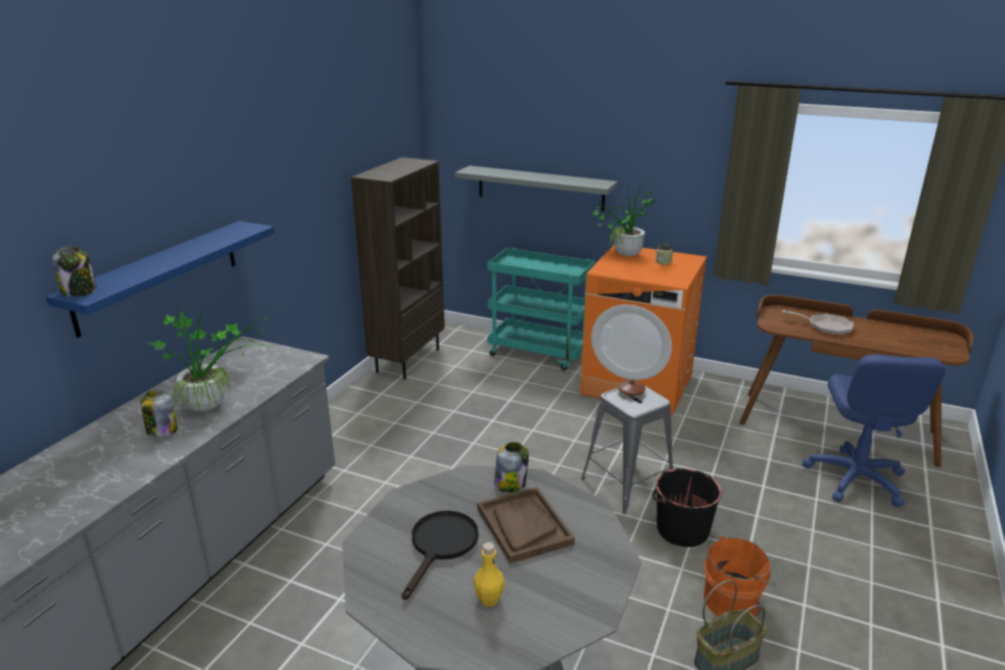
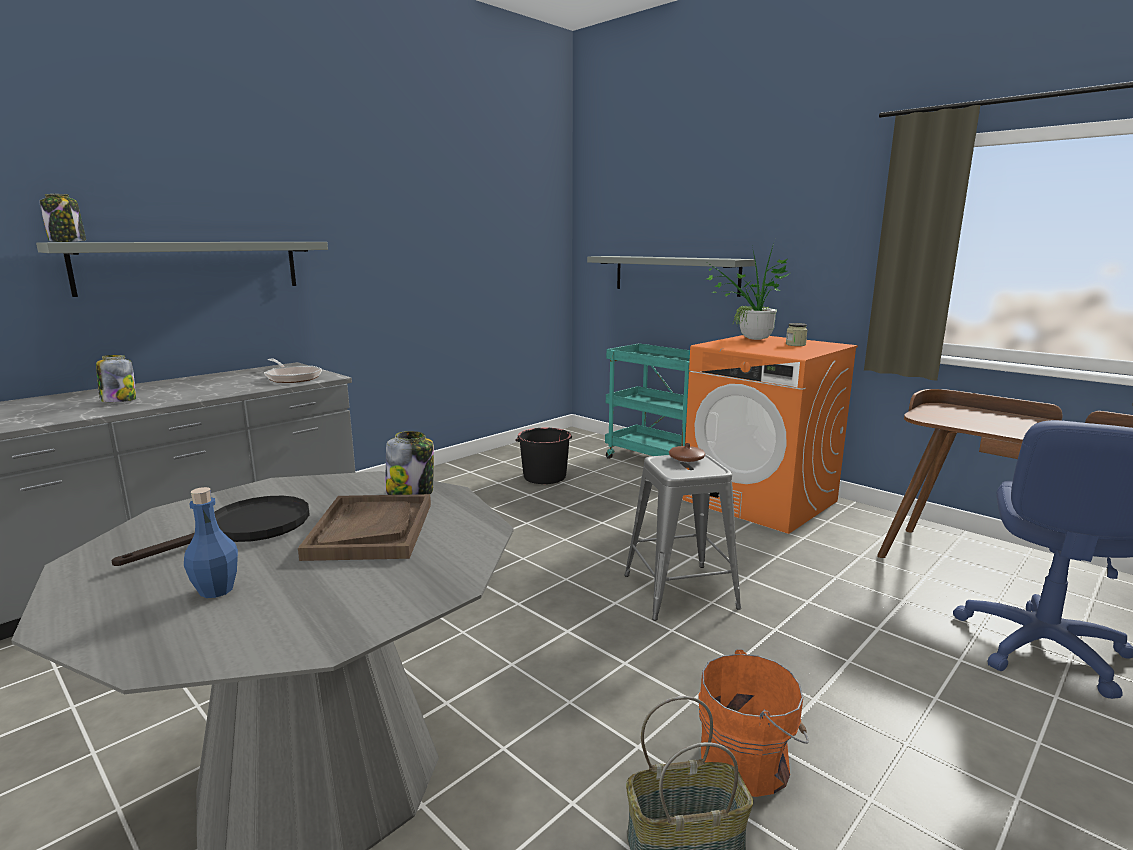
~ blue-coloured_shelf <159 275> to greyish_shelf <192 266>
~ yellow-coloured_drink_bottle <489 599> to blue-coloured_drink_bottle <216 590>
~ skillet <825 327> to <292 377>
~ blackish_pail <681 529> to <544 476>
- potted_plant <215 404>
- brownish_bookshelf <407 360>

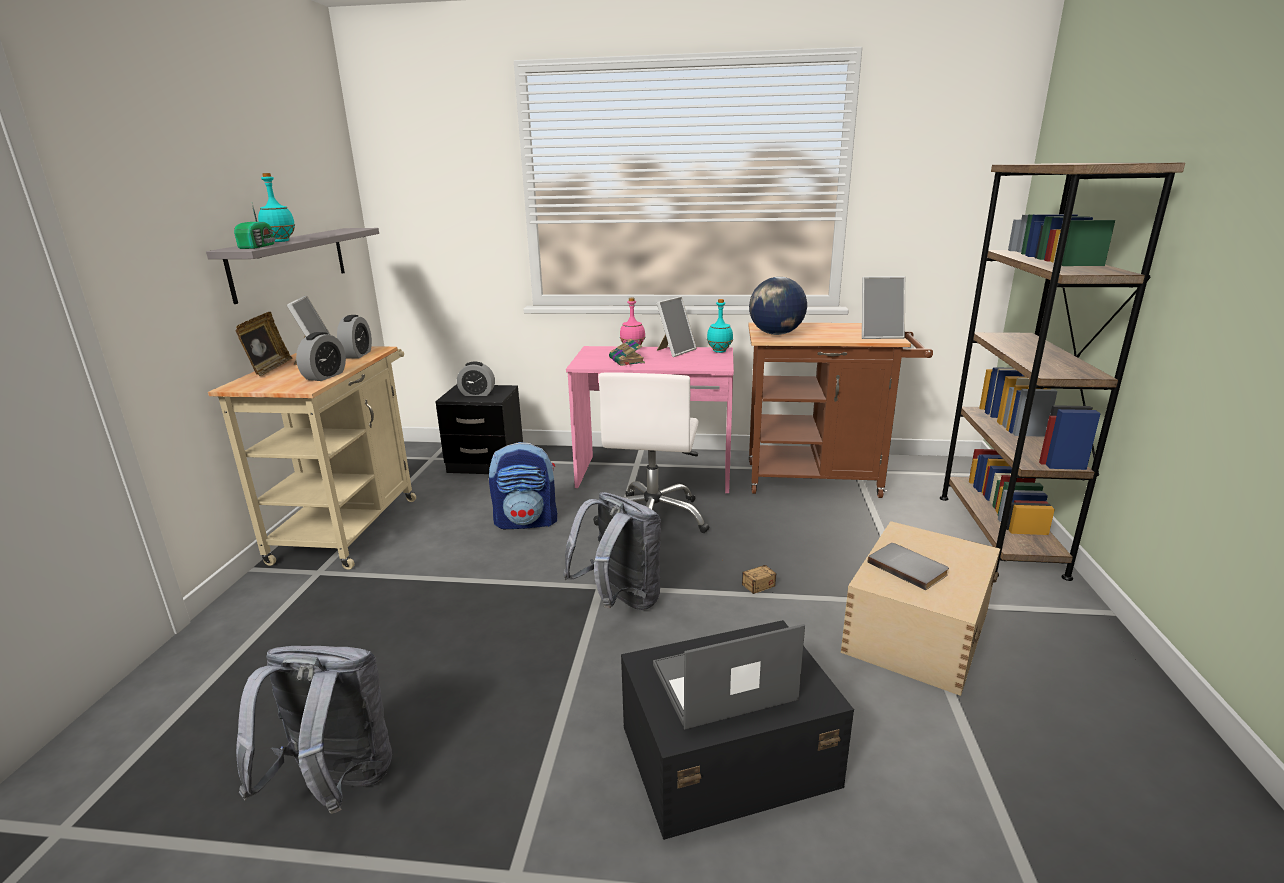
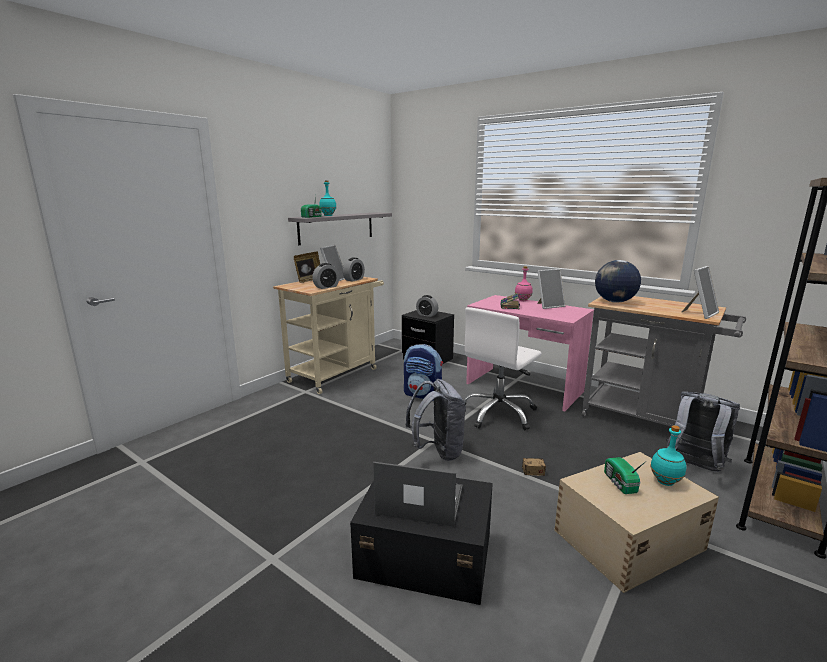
~ brownish_trolley <822 479> to greyish_trolley <646 420>
~ greyish_bound_book <908 567> to radio_set <620 483>
~ turquoise_drink_bottle <719 351> to <664 482>
~ greyish_backpack <336 785> to <694 467>
~ photo_frame <879 335> = <699 314> 75 degrees counterclockwise

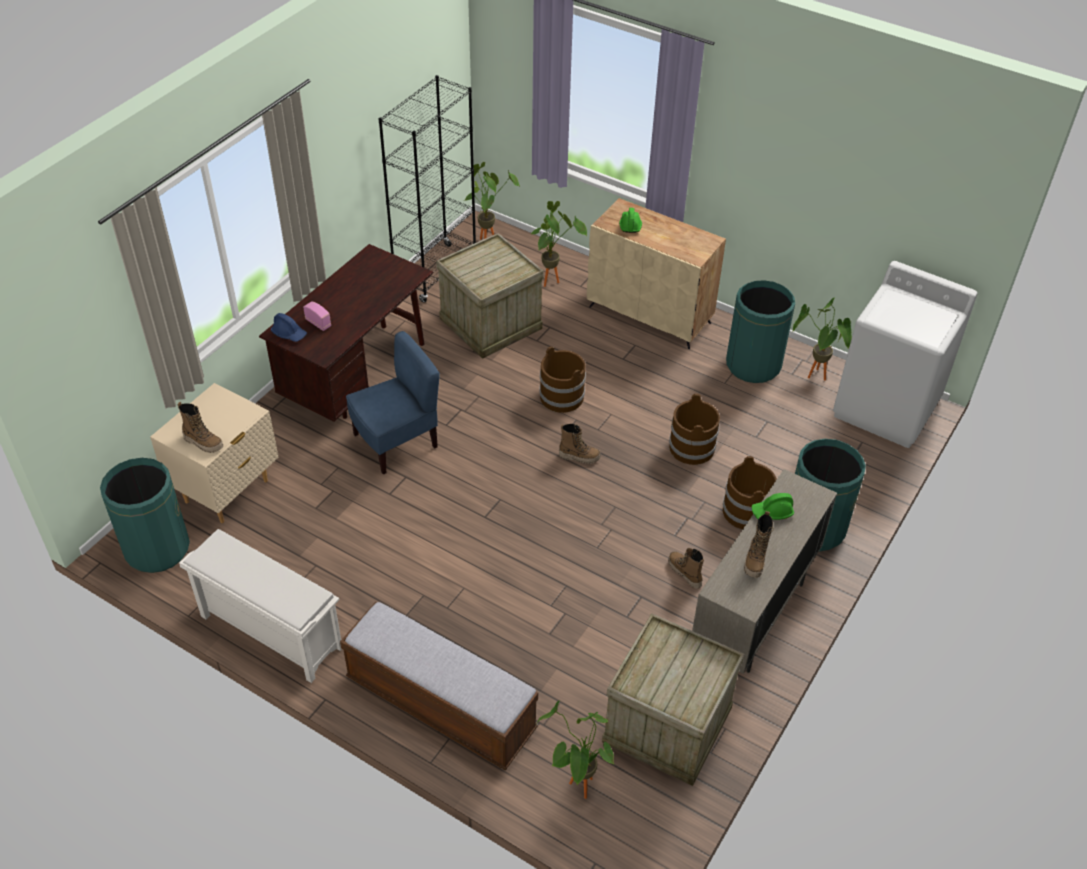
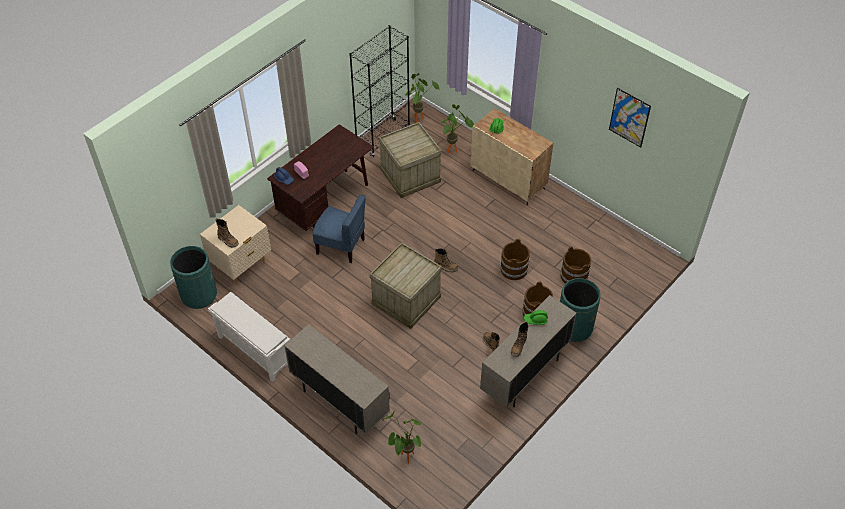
~ long_seat <440 705> to beige_cupboard <340 402>
~ blue-coloured_chair <396 442> = <341 246> 45 degrees clockwise
~ crate <665 725> to <405 300>
~ brownish_pail <562 397> to <574 276>
+ wall_picture <629 117>
- greenish_waste_bin <753 365>
- potted_plant <815 378>
- white_laundry_appliance <886 408>

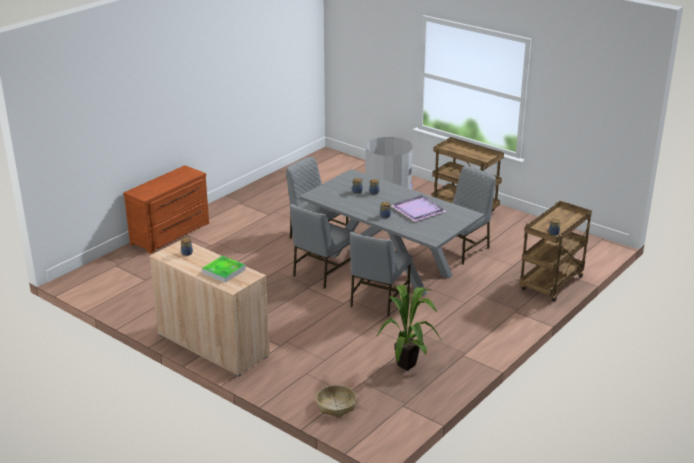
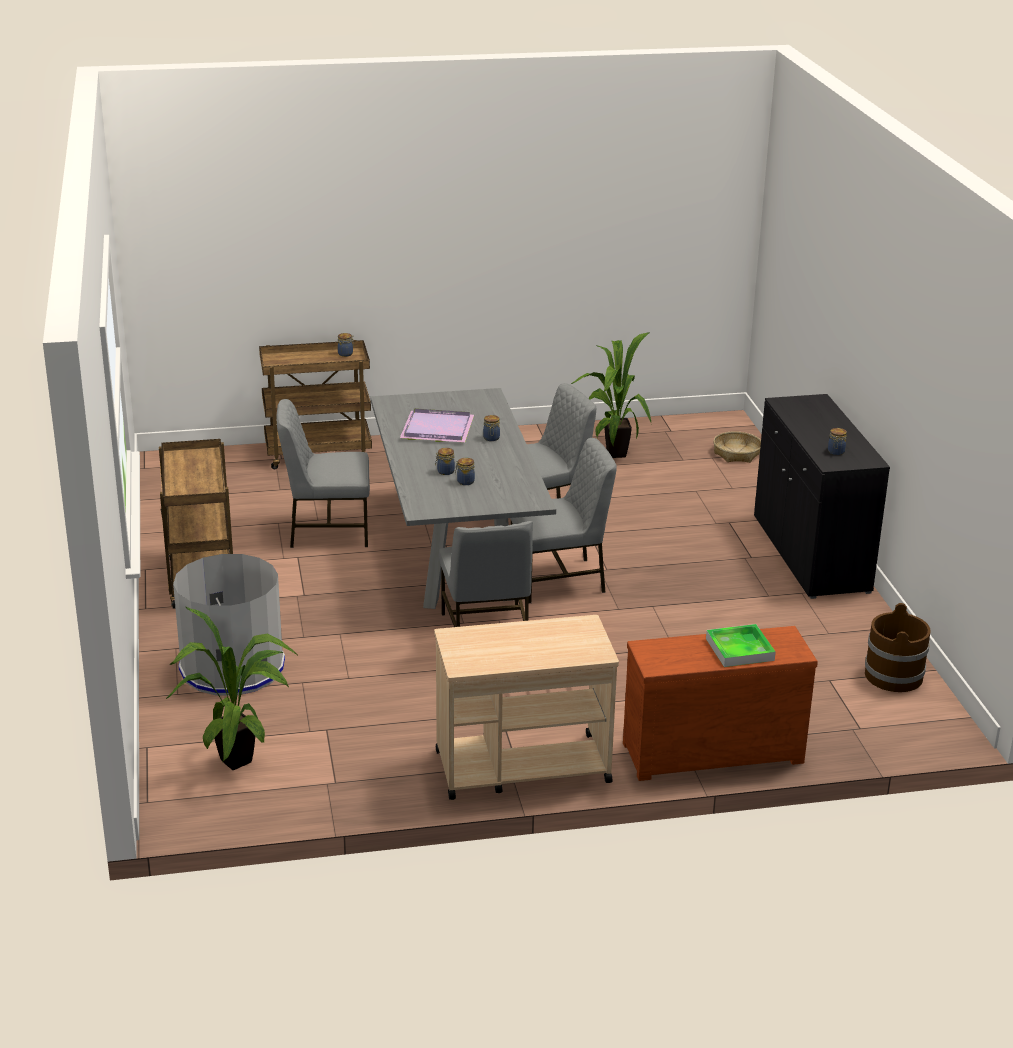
+ potted_plant <239 765>
+ beige_trolley <521 766>
~ serving_tray <223 271> to <739 649>
~ beige_cupboard <213 345> to blackish_cupboard <810 554>
+ brownish_pail <893 675>

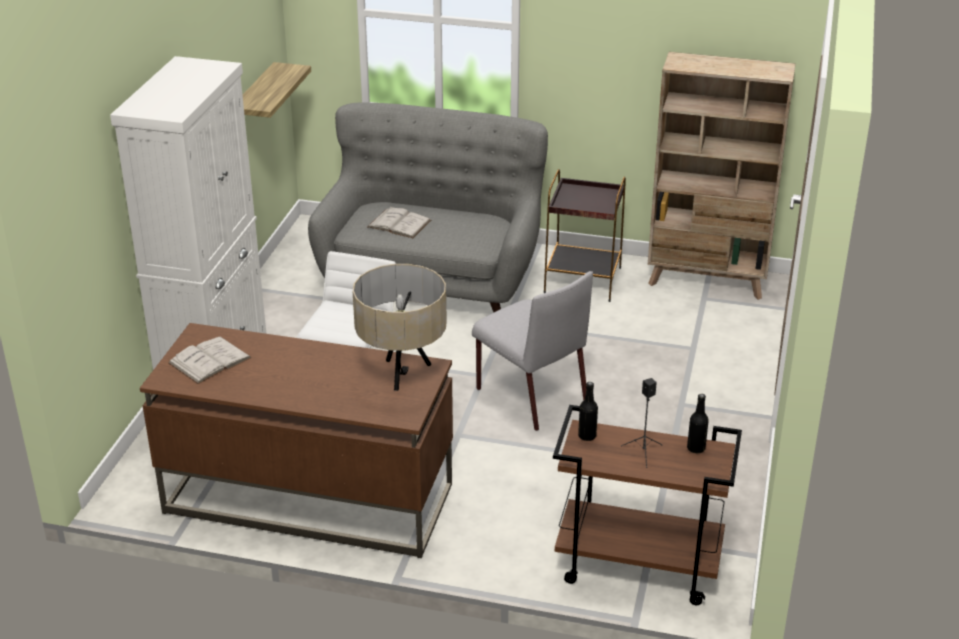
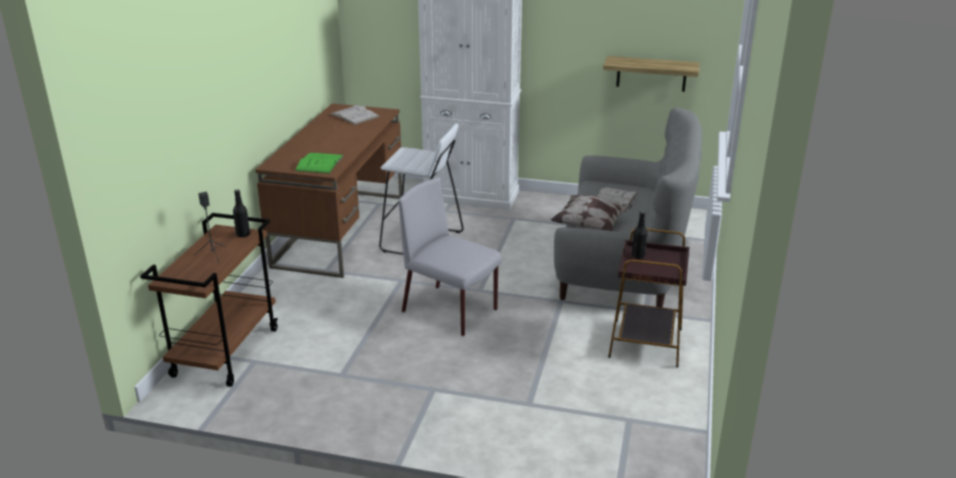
~ beige_tabletop_lamp <402 375> to greenish_bound_book <319 163>
~ greyish_chair <530 395> = <451 311> 75 degrees clockwise
+ pillow <591 226>
~ blackish_drink_bottle <696 448> to <638 256>
- beige_bookshelf <707 281>

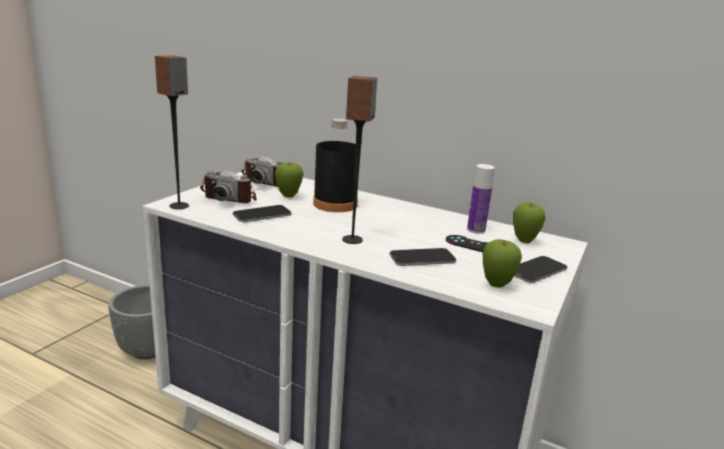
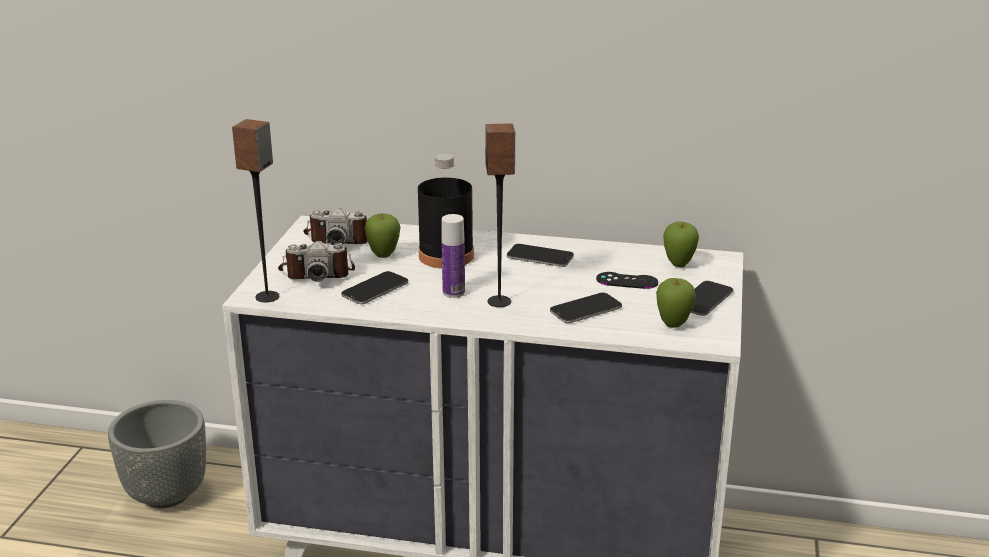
~ drink_bottle <476 230> to <453 292>
+ telephone <540 257>

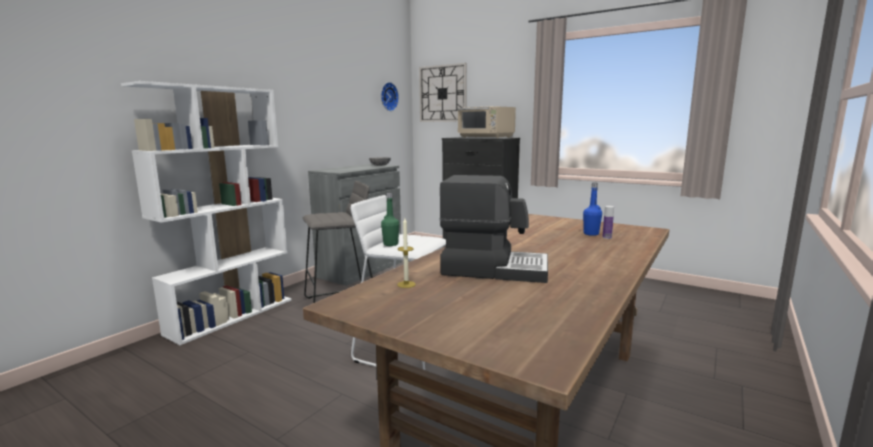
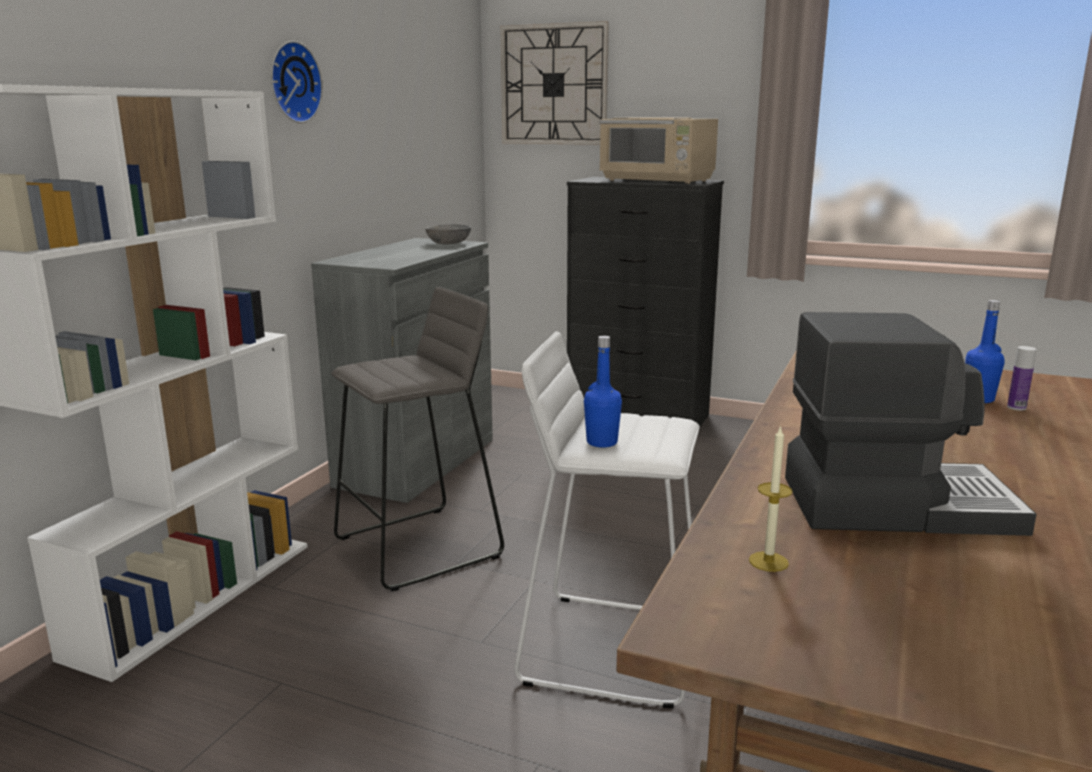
~ clock_on_the_wall <388 96> to <292 82>
~ greenish_drink_bottle <390 244> to blue-coloured_drink_bottle <602 442>

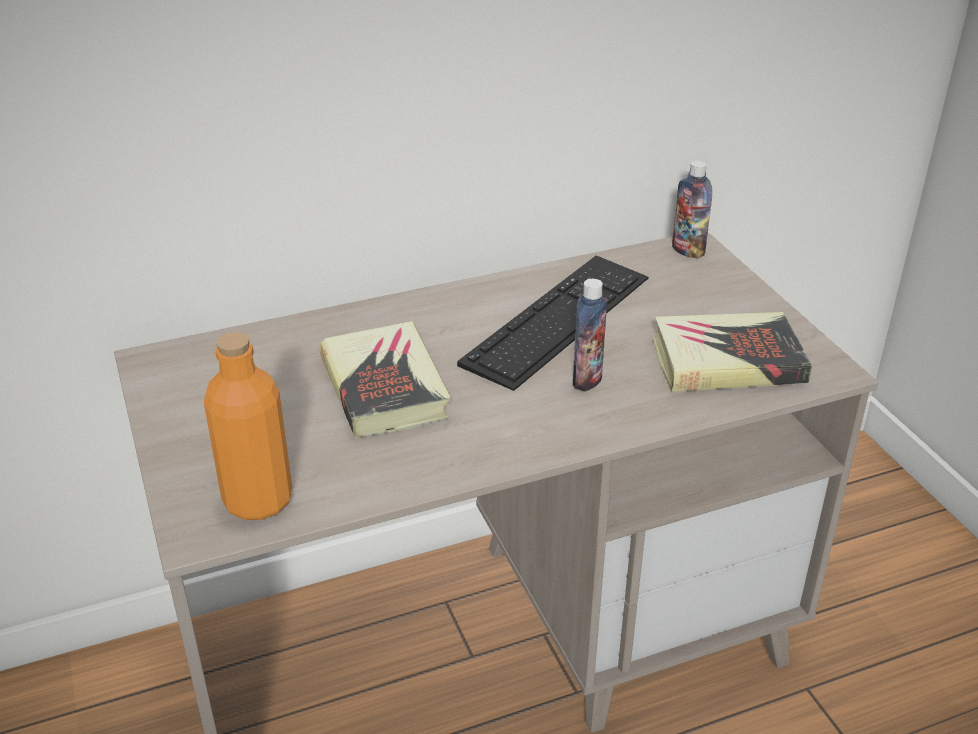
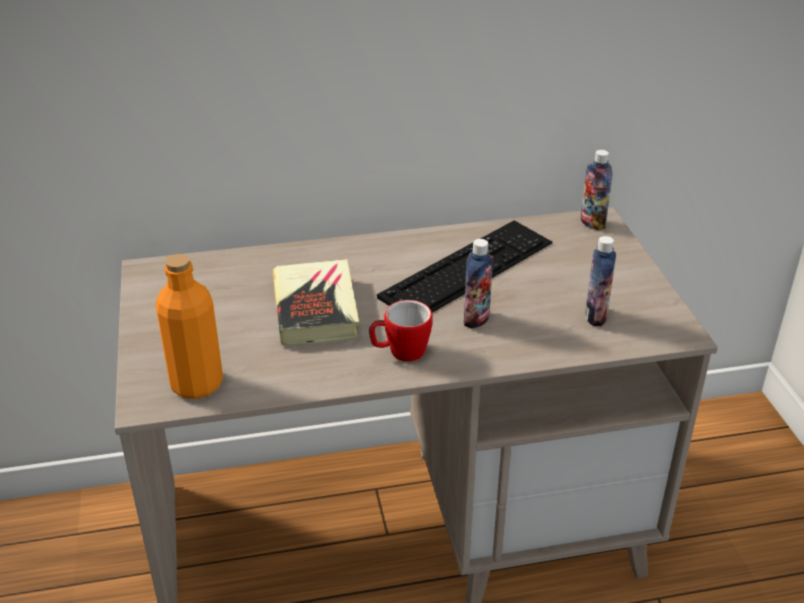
+ mug <400 352>
~ bound_book <727 361> to drink_bottle <595 316>

